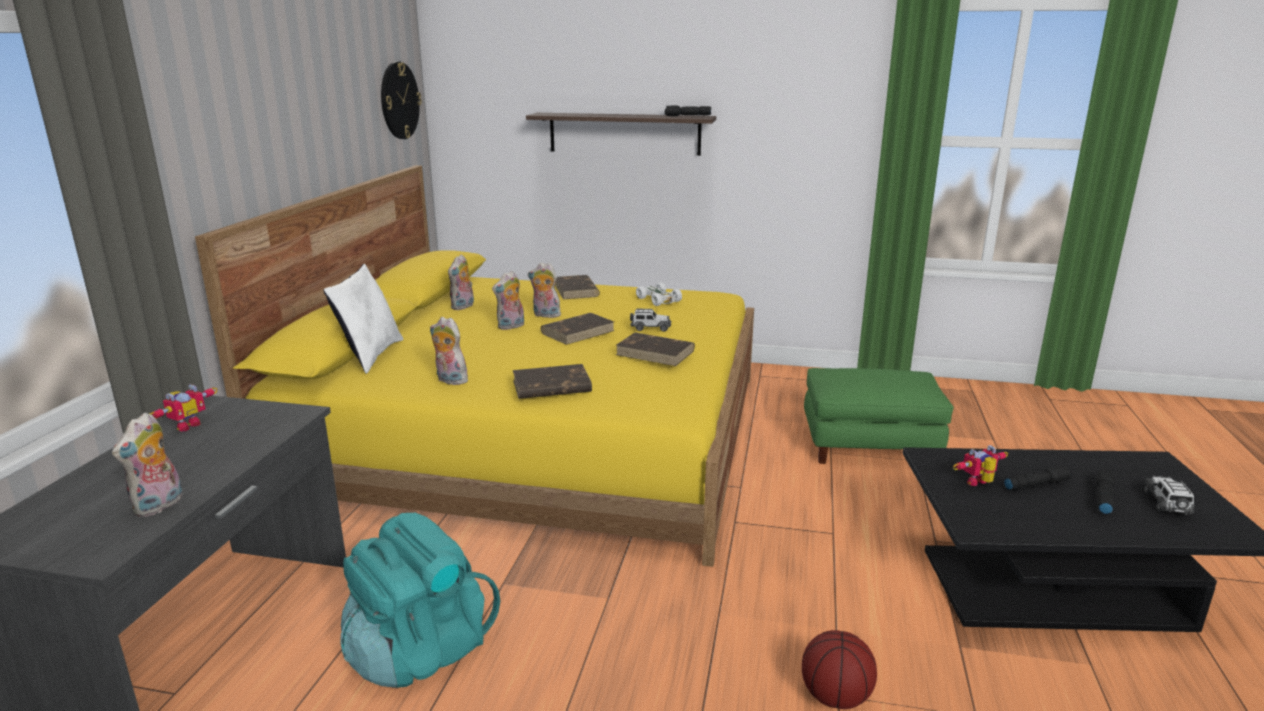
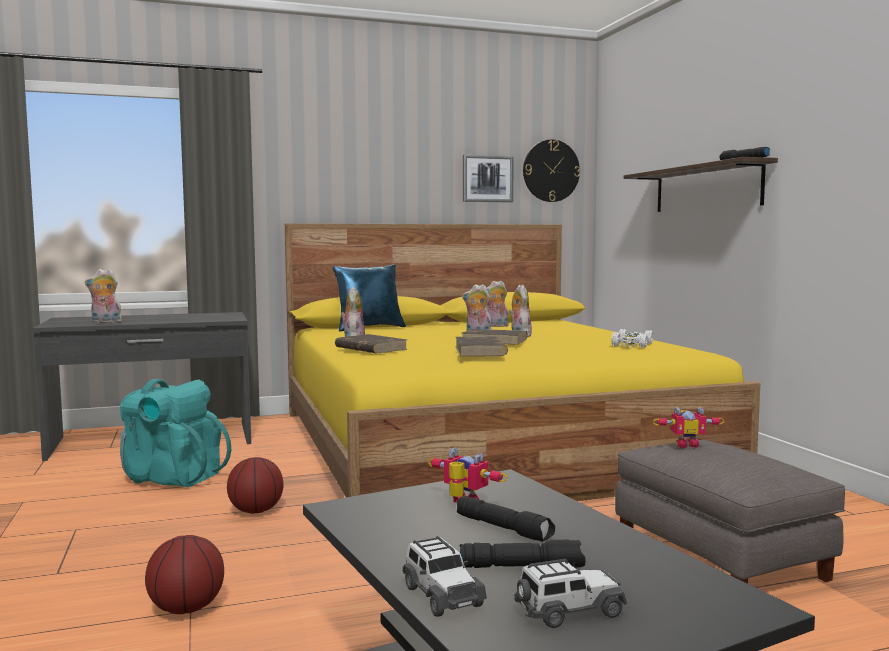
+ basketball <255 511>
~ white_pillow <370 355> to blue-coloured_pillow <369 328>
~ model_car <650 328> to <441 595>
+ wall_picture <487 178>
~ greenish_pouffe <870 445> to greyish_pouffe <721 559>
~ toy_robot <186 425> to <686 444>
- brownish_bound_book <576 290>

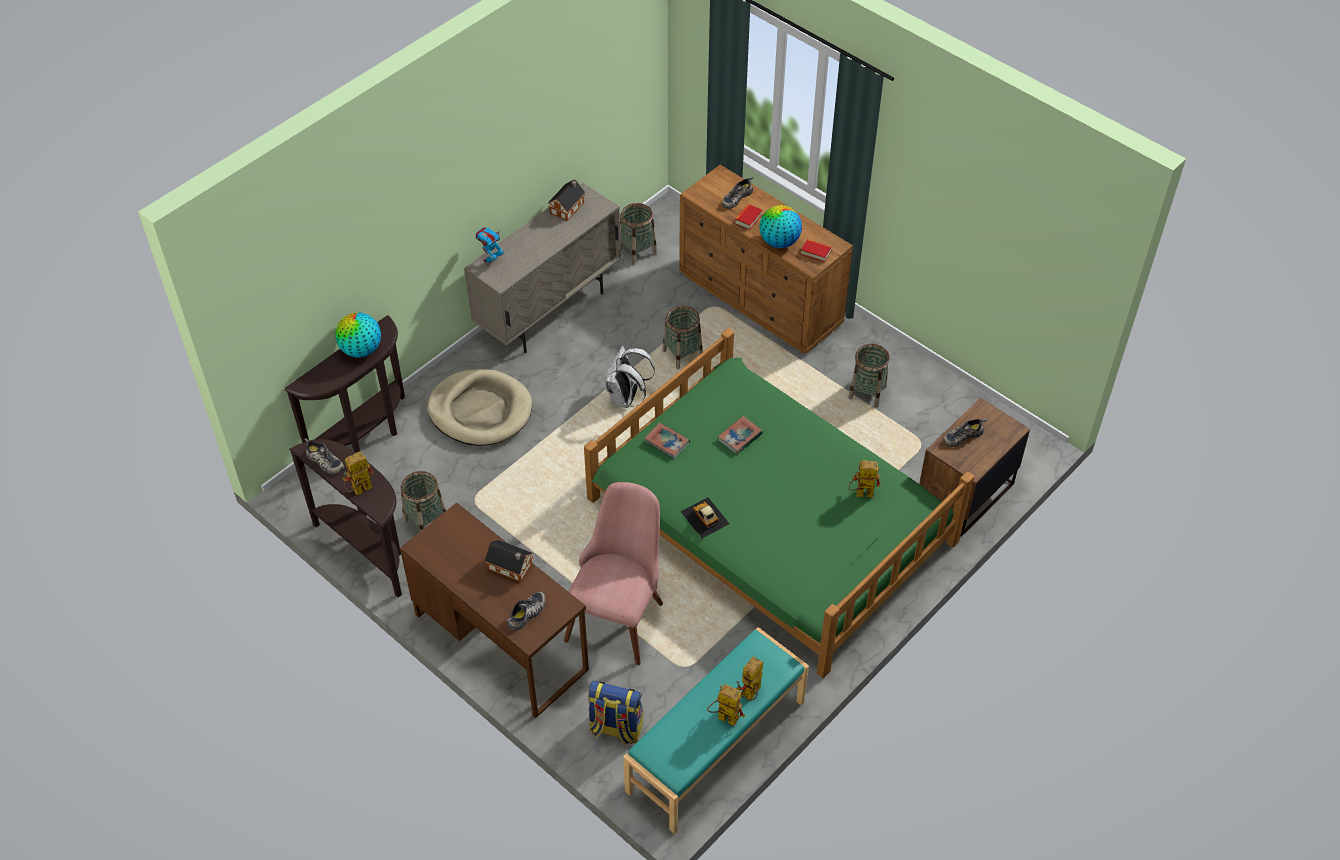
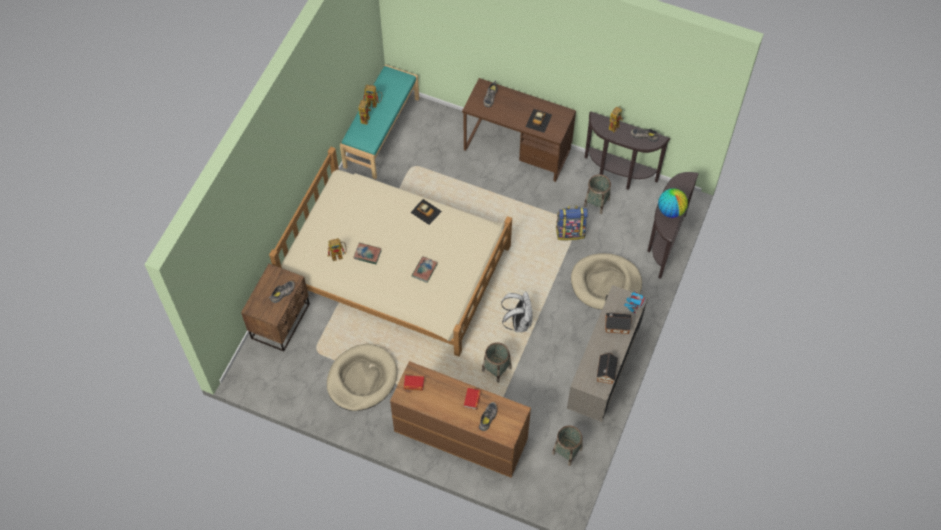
~ greenish_bed <769 519> to beige_bed <396 266>
~ storage_basket <867 392> to beige_pet_bed <362 379>
~ bound_book <667 442> to <367 254>
+ model_car <539 120>
~ backpack <615 728> to <570 232>
~ model_house <511 567> to <616 325>
- pink-coloured_chair <619 611>
- world_globe <779 242>

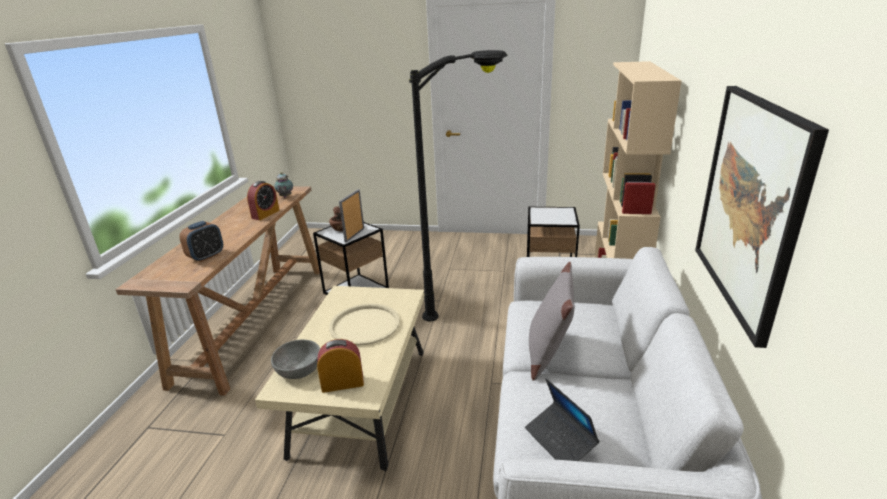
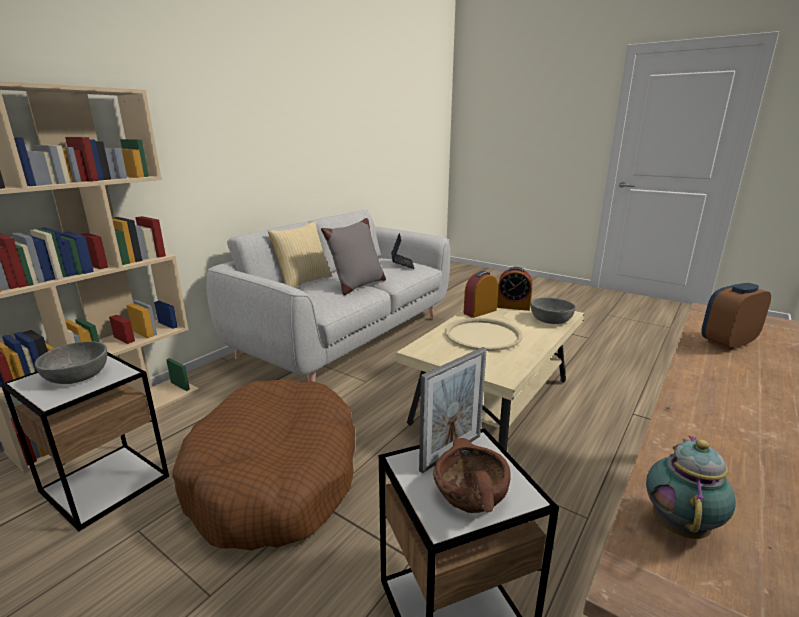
+ greyish_serving_bowl <77 376>
~ blackish_standard_lamp <473 302> to brownish_pet_bed <275 477>
+ pillow <303 282>
~ bedside_clock <265 214> to <480 312>
- wall_picture <750 205>

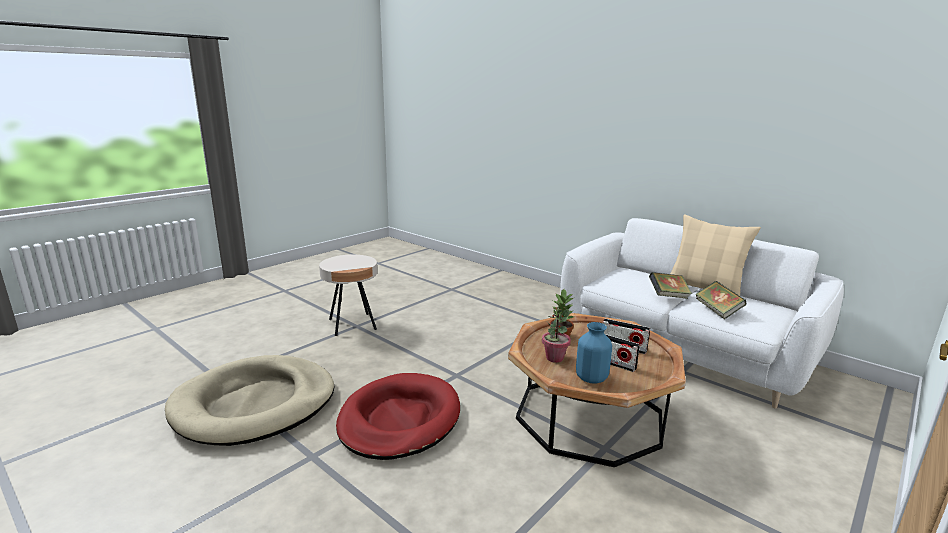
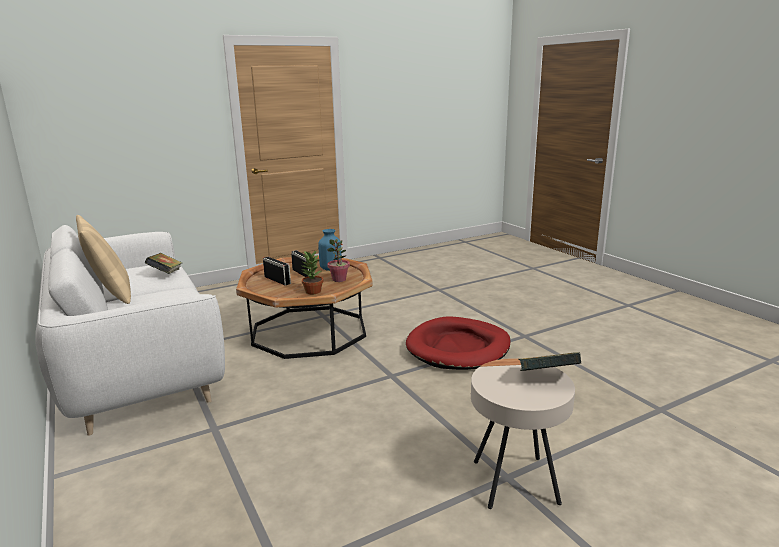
~ bound_book <668 296> to <546 378>
- beige_pet_bed <255 404>

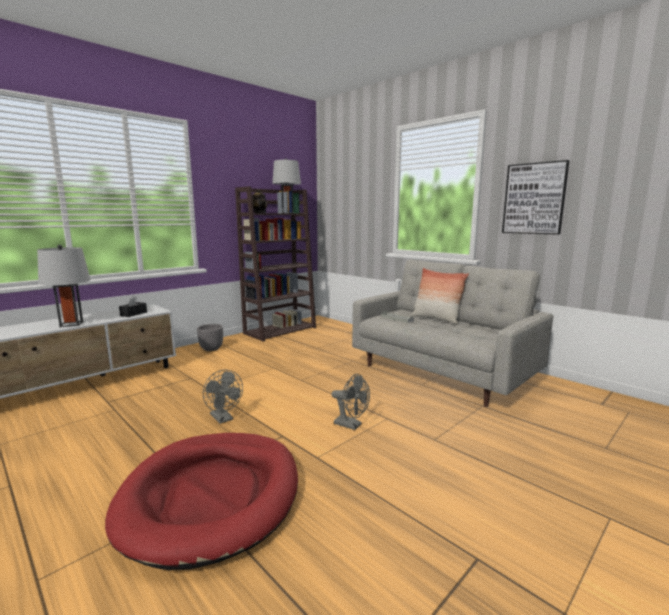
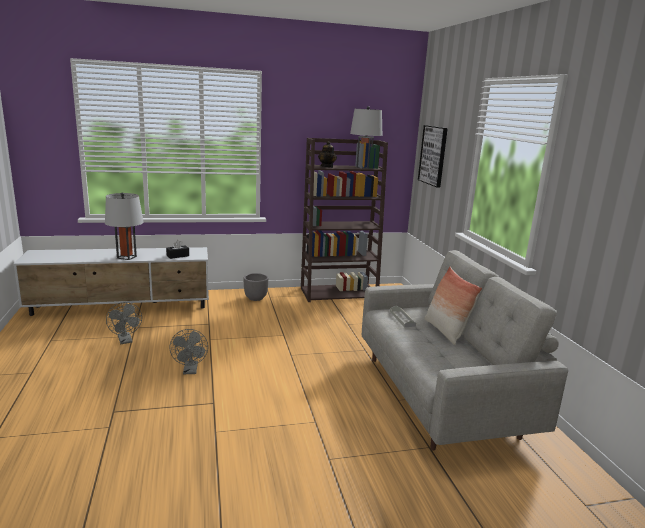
~ greyish_cooling_fan <351 425> to <125 341>
~ wall_picture <534 199> to <433 155>
- red-coloured_pet_bed <212 496>

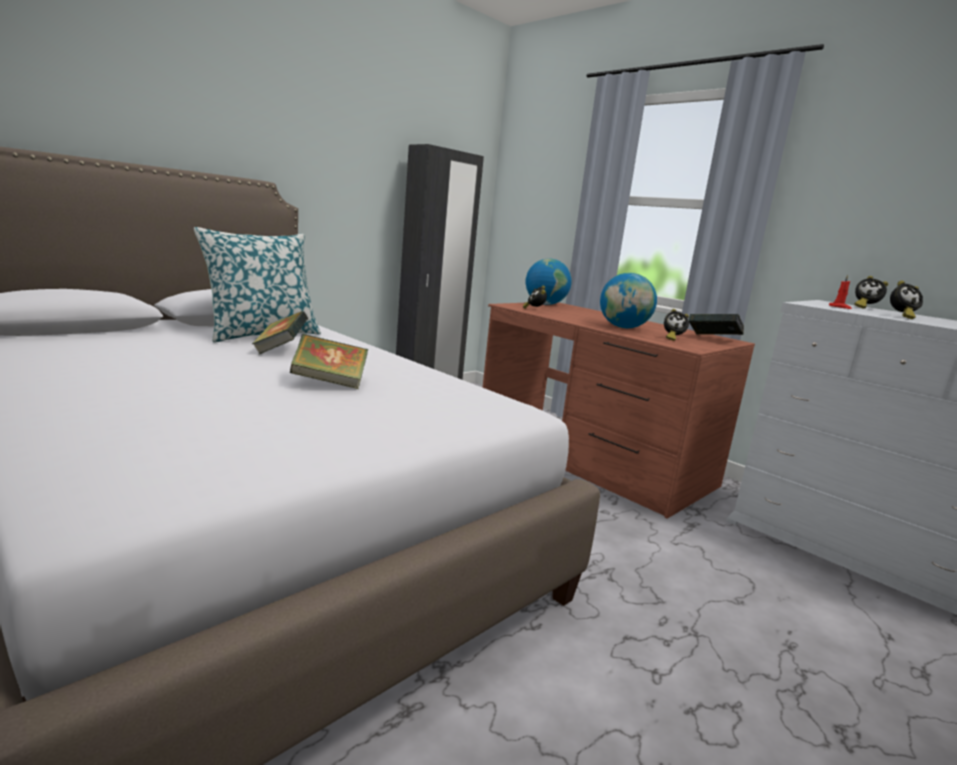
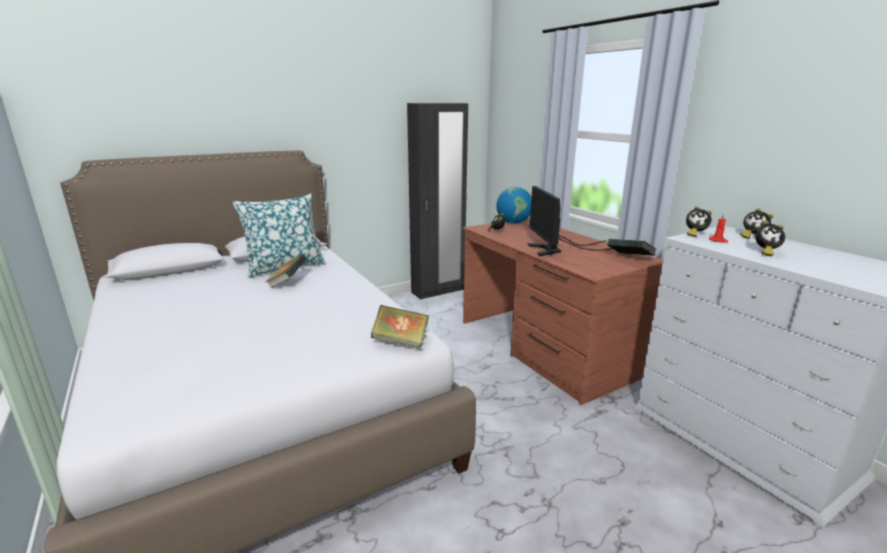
~ bound_book <329 382> to <400 341>
~ world_globe <623 327> to computer_display <556 249>
~ bedside_clock <672 338> to <694 234>

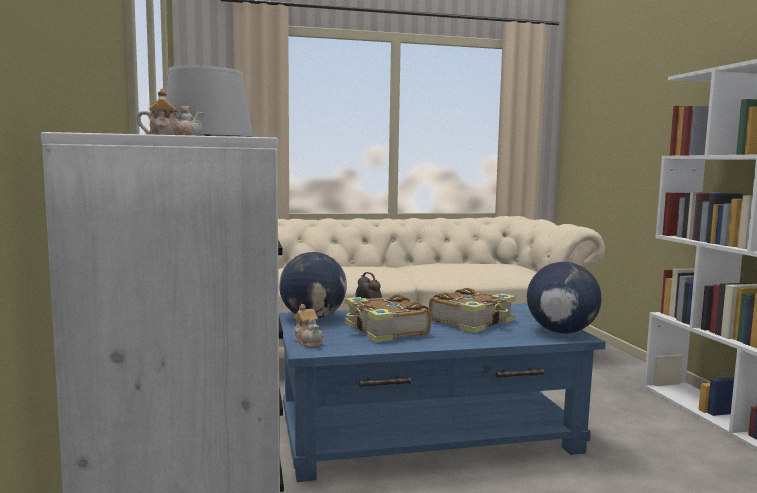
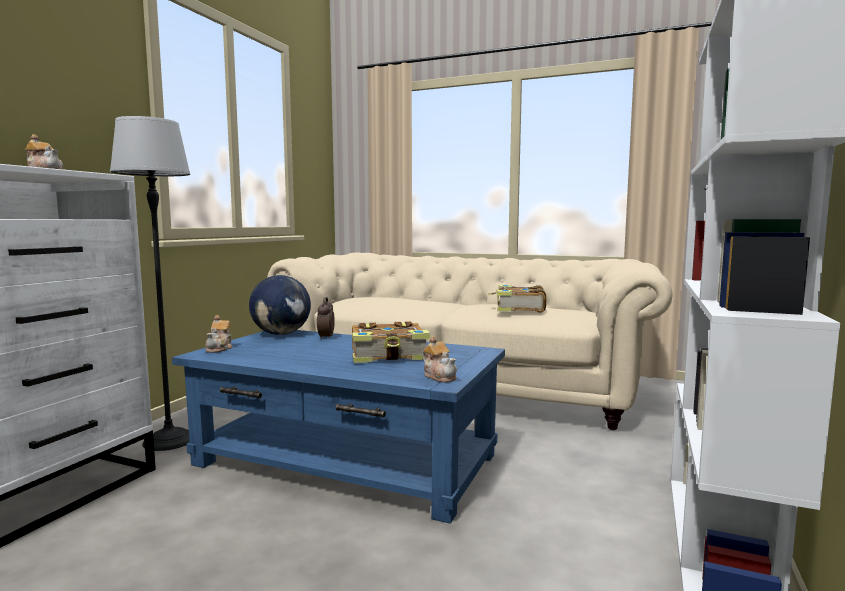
~ world_globe <561 332> to pot_for_tea <440 377>
~ bound_book <385 330> to <518 308>

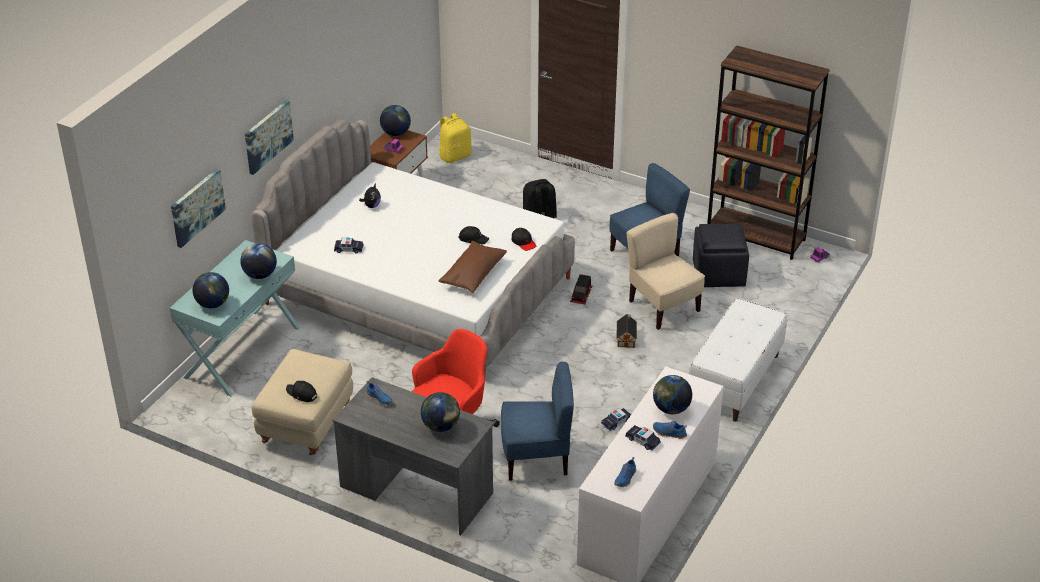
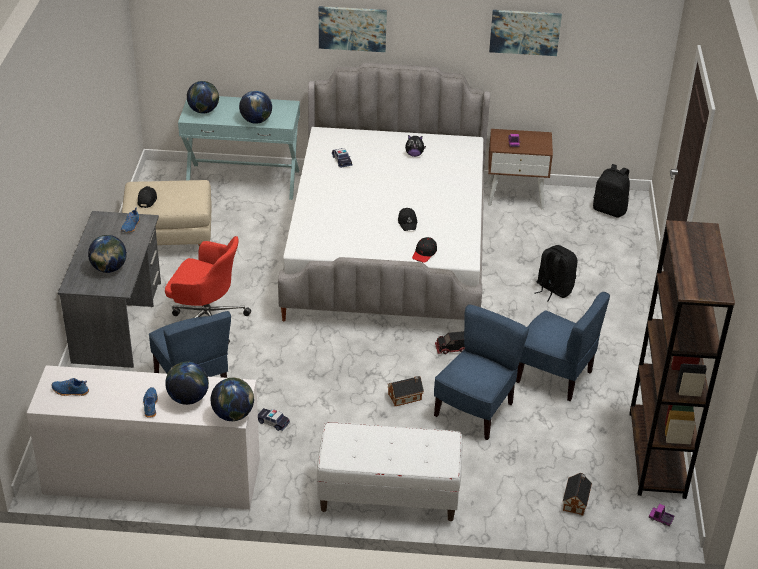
~ world_globe <396 133> to <233 415>
~ beige_chair <663 307> to blue-coloured_chair <475 410>
~ wall_picture <197 207> to <525 32>
+ model_house <576 500>
~ yellow-coloured_backpack <455 156> to blackish_backpack <610 210>
- brownish_pillow <473 275>
- model_car <642 440>
- blackish_pouffe <719 274>

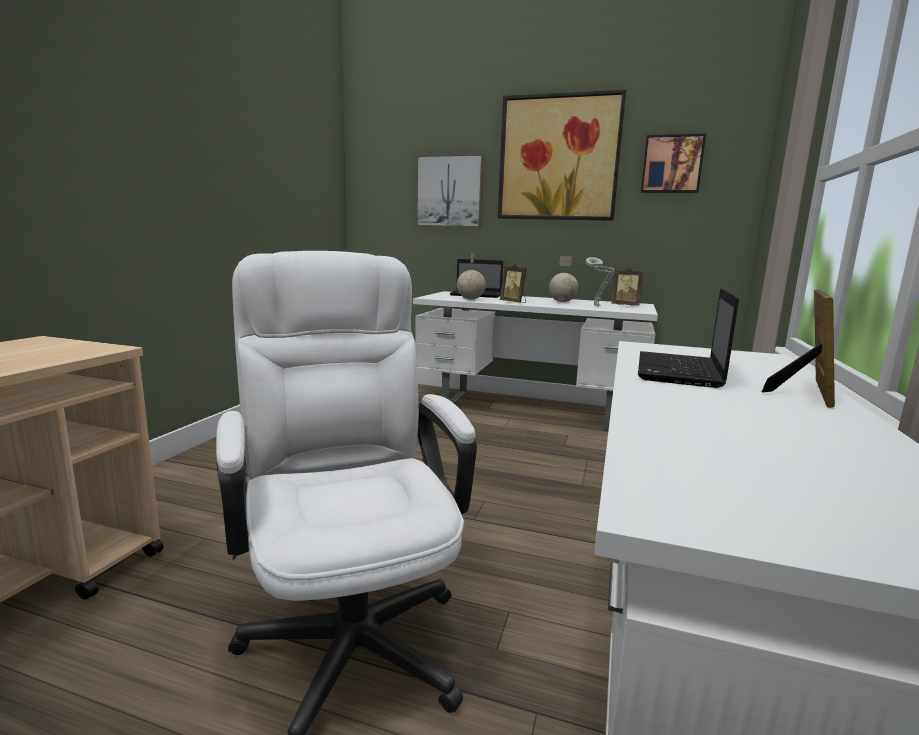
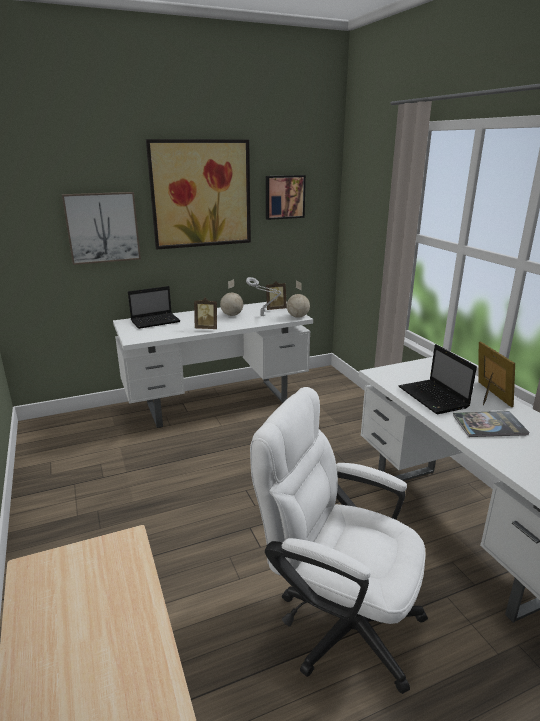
~ world_globe <471 299> to <298 316>
+ bound_book <489 425>

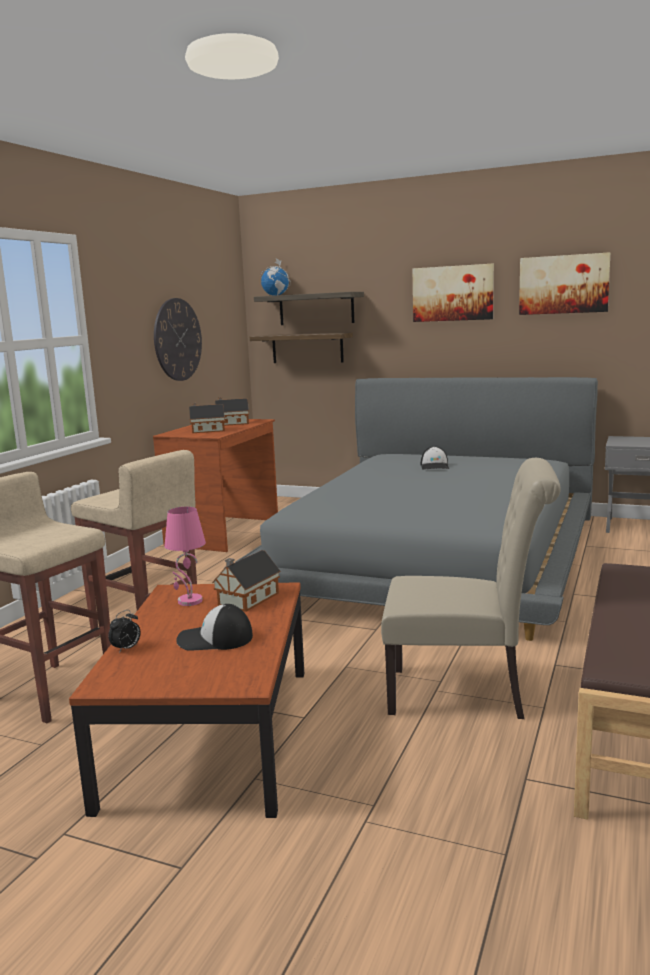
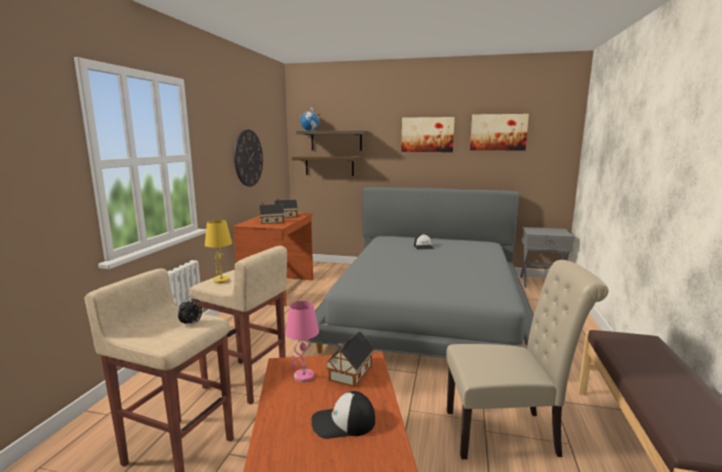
~ bedside_clock <126 649> to <191 324>
+ yellow-coloured_tabletop_lamp <221 281>

